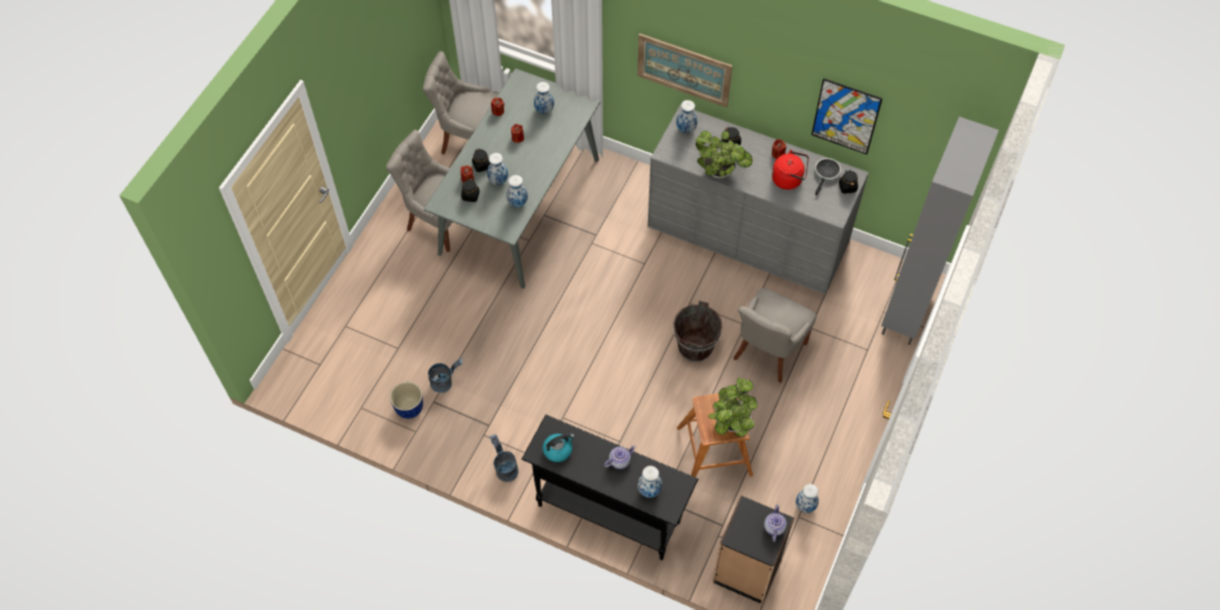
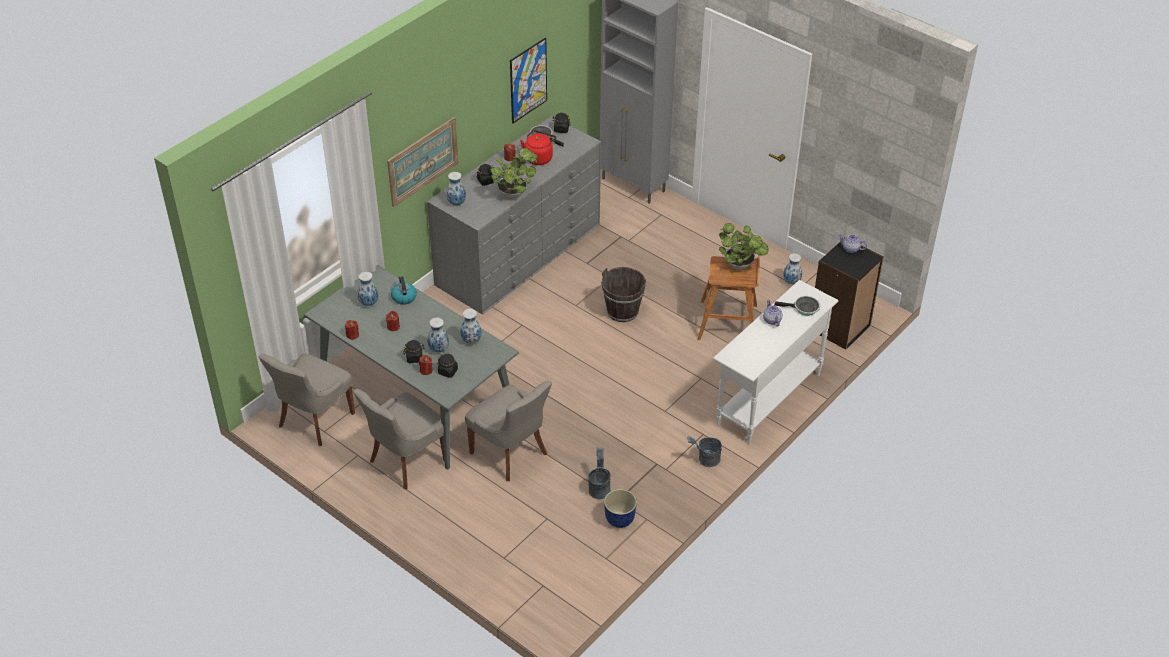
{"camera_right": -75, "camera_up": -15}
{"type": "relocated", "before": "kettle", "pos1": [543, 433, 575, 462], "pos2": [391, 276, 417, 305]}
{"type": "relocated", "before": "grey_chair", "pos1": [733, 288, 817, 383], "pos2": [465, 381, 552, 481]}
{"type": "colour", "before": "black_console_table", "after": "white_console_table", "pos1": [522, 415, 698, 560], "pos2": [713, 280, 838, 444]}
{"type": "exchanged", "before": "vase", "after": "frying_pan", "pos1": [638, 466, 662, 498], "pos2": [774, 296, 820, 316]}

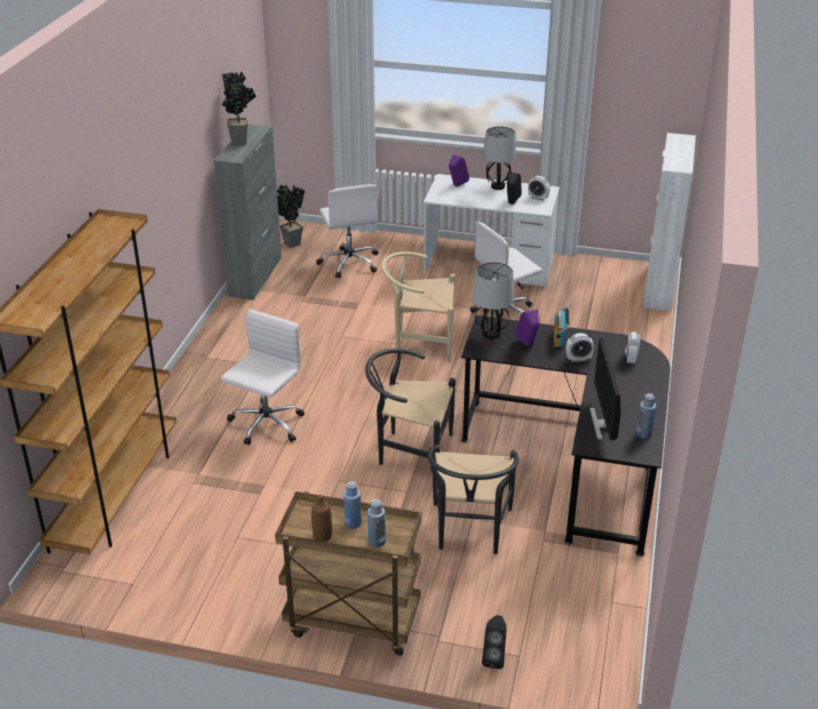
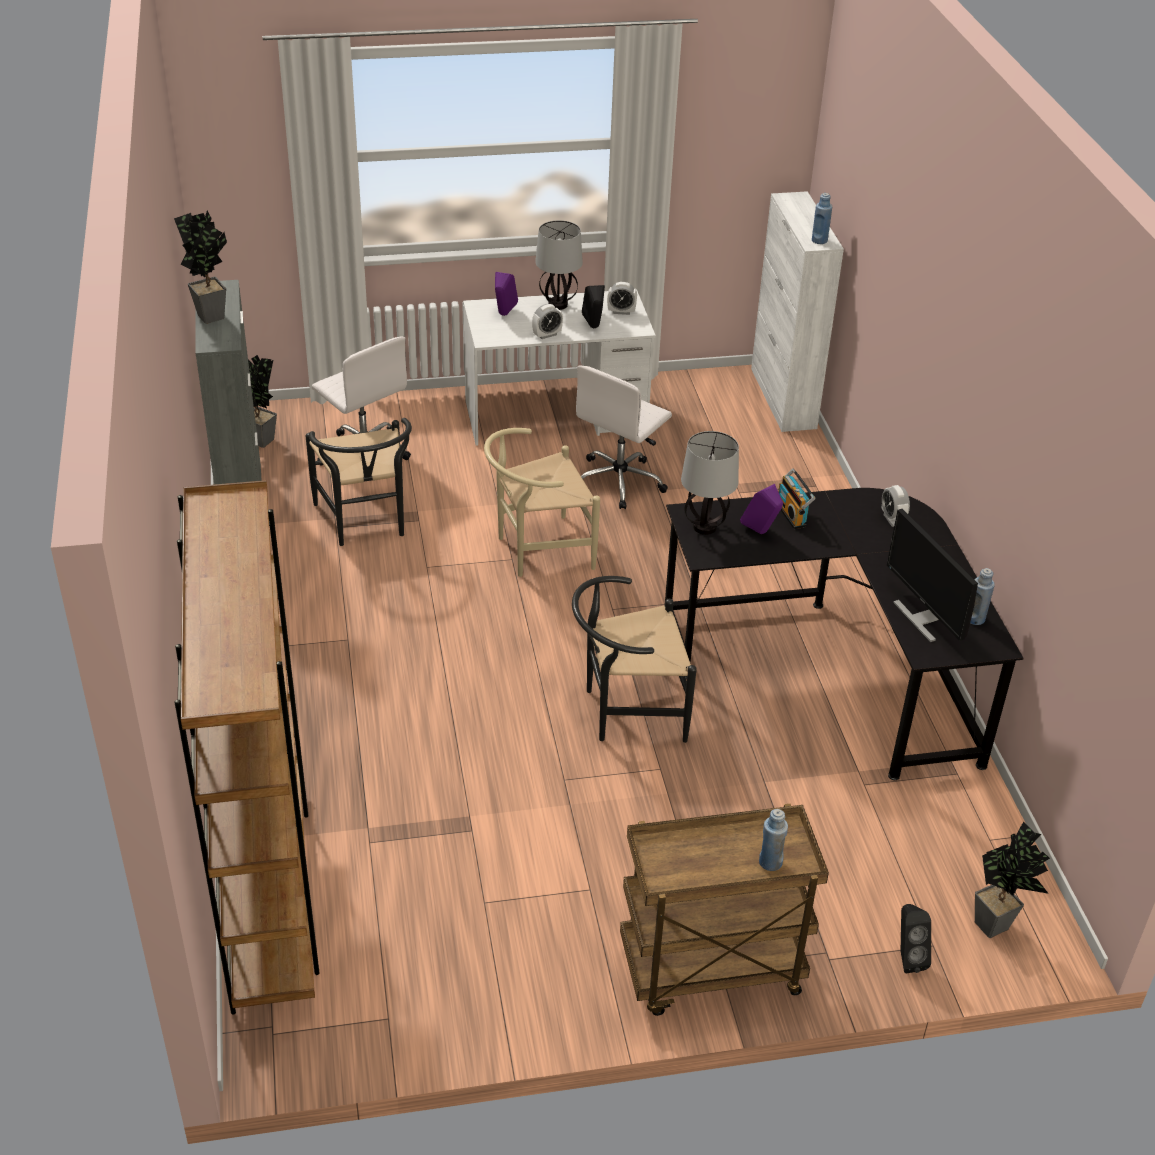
{"camera_right": -25, "camera_up": 5}
{"type": "relocated", "before": "black_chair", "pos1": [427, 445, 519, 554], "pos2": [305, 418, 412, 546]}
{"type": "relocated", "before": "alarm_clock", "pos1": [566, 333, 594, 362], "pos2": [532, 304, 563, 339]}
{"type": "relocated", "before": "blue_bottle", "pos1": [343, 481, 362, 529], "pos2": [812, 193, 832, 244]}
{"type": "appeared", "after": "potted_plant", "pos2": [975, 821, 1050, 938]}
{"type": "missing", "before": "white_office_chair", "pos1": [221, 309, 305, 445]}
{"type": "missing", "before": "brown_bottle", "pos1": [311, 495, 332, 542]}

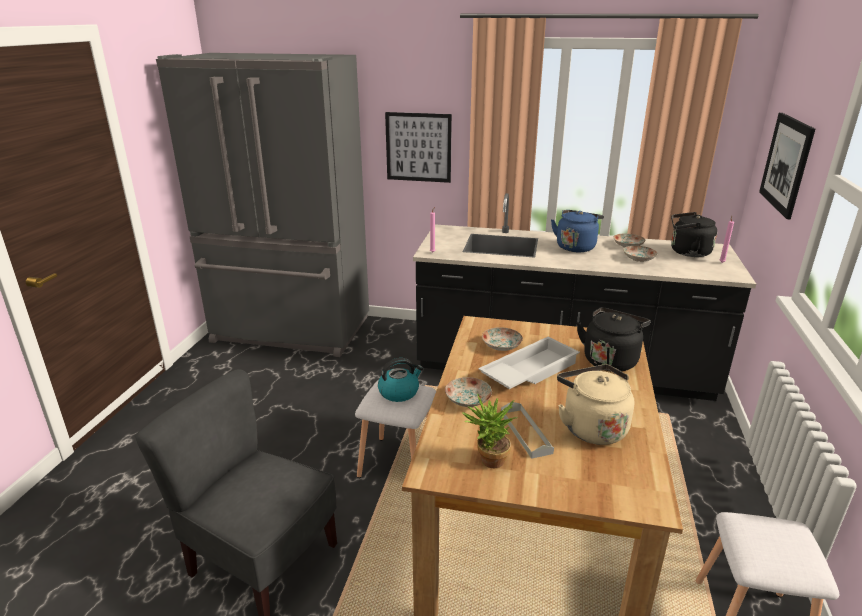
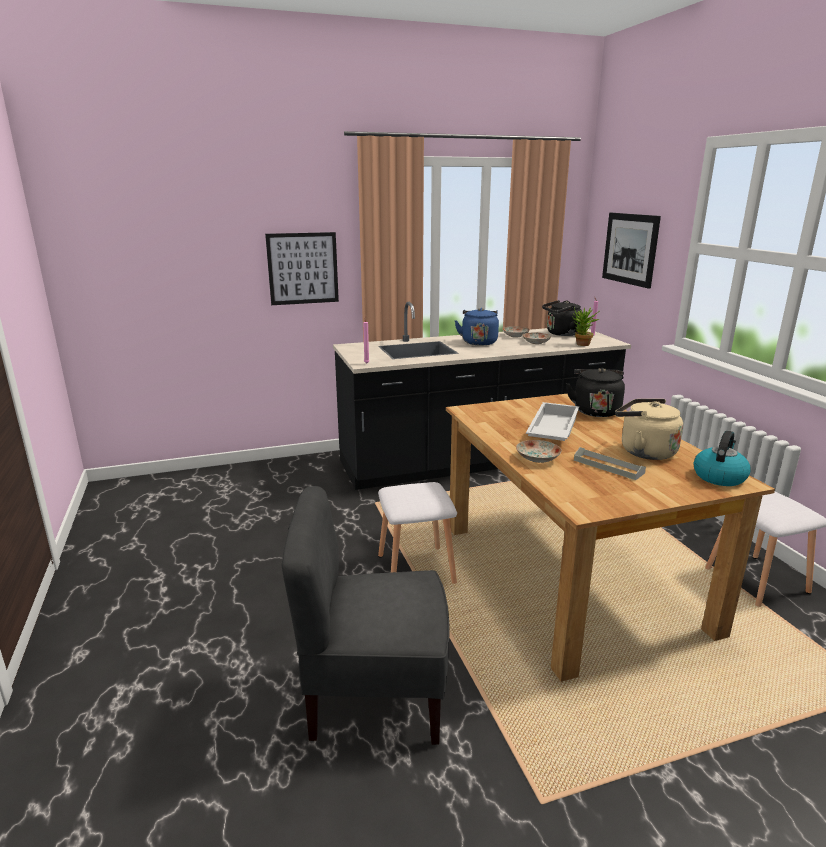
{"camera_right": -30, "camera_up": -5}
{"type": "relocated", "before": "potted_plant", "pos1": [462, 393, 517, 468], "pos2": [572, 307, 600, 346]}
{"type": "relocated", "before": "kettle", "pos1": [378, 358, 423, 402], "pos2": [694, 431, 751, 486]}
{"type": "missing", "before": "grey_fridge", "pos1": [156, 53, 369, 357]}
{"type": "missing", "before": "plate", "pos1": [482, 327, 523, 351]}

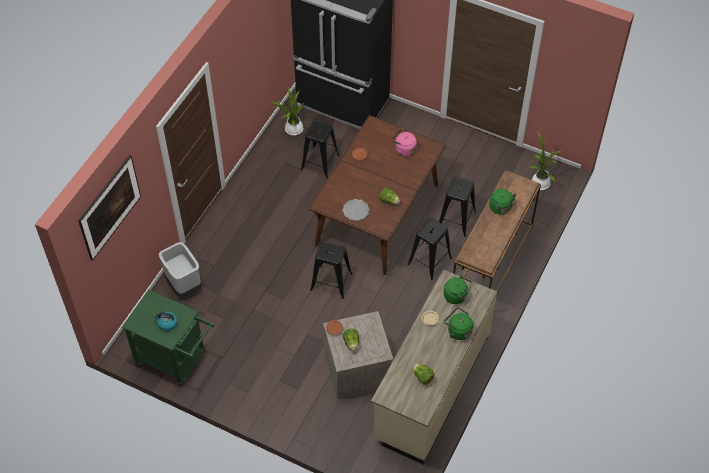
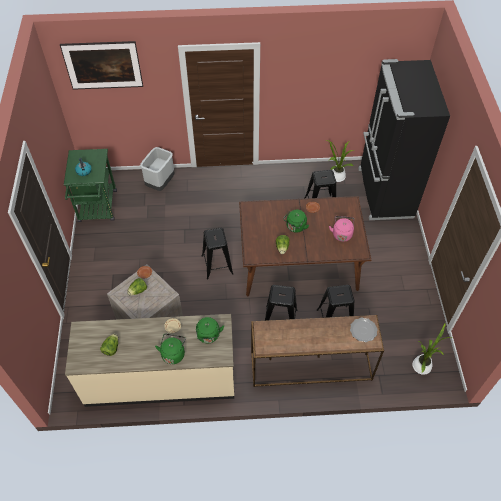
{"camera_right": 60, "camera_up": 0}
{"type": "relocated", "before": "green_kettle", "pos1": [489, 189, 516, 215], "pos2": [283, 210, 309, 233]}
{"type": "relocated", "before": "plate", "pos1": [342, 199, 370, 221], "pos2": [350, 318, 378, 342]}

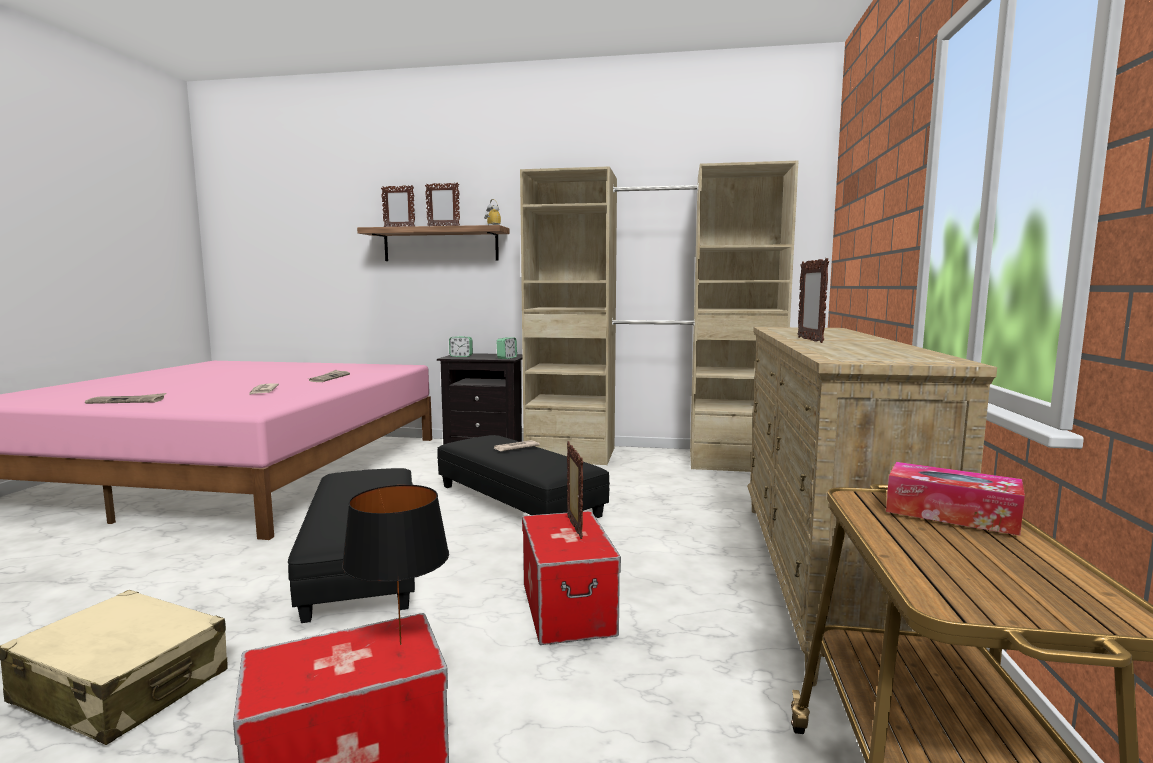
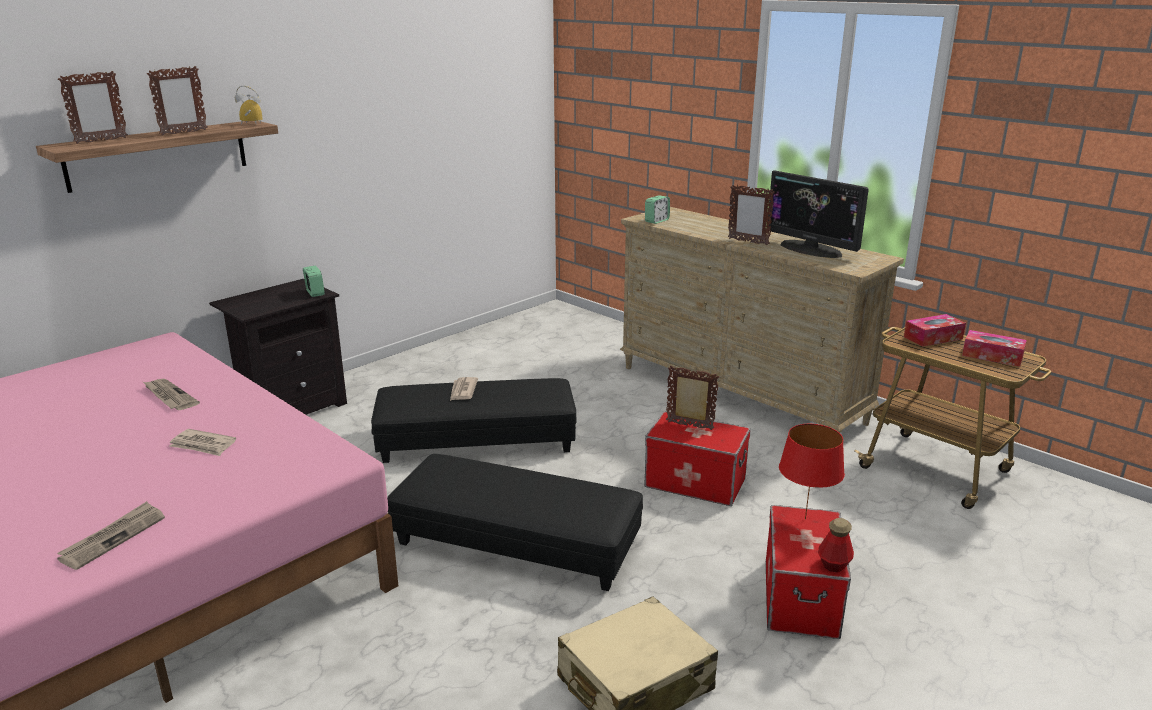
{"camera_right": -55, "camera_up": 15}
{"type": "relocated", "before": "alarm_clock", "pos1": [449, 336, 473, 357], "pos2": [645, 195, 670, 224]}
{"type": "appeared", "after": "monitor", "pos2": [767, 170, 869, 258]}
{"type": "colour", "before": "black_table_lamp", "after": "red_table_lamp", "pos1": [342, 485, 449, 645], "pos2": [779, 424, 845, 519]}
{"type": "appeared", "after": "bottle", "pos2": [818, 518, 854, 572]}
{"type": "appeared", "after": "tissue_box", "pos2": [962, 330, 1027, 367]}
{"type": "missing", "before": "beige_wardrobe", "pos1": [520, 161, 798, 472]}

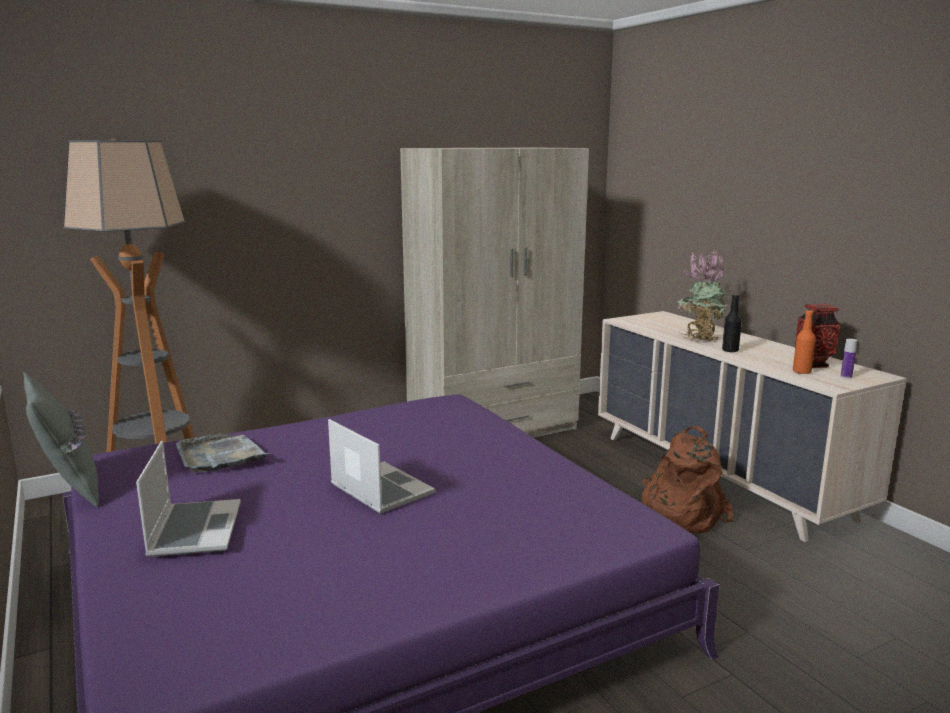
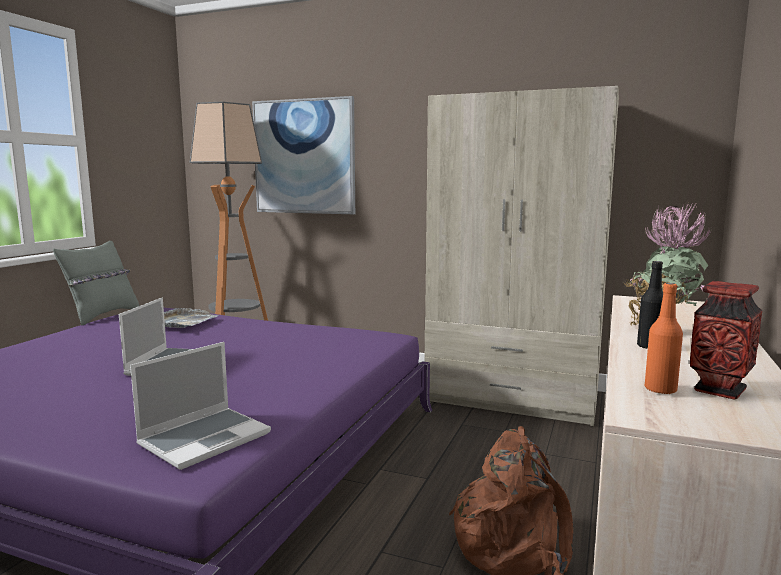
{"camera_right": 50, "camera_up": -5}
{"type": "relocated", "before": "laptop", "pos1": [136, 441, 241, 557], "pos2": [130, 342, 271, 470]}
{"type": "appeared", "after": "picture", "pos2": [252, 96, 355, 214]}
{"type": "missing", "before": "bottle", "pos1": [841, 339, 857, 378]}

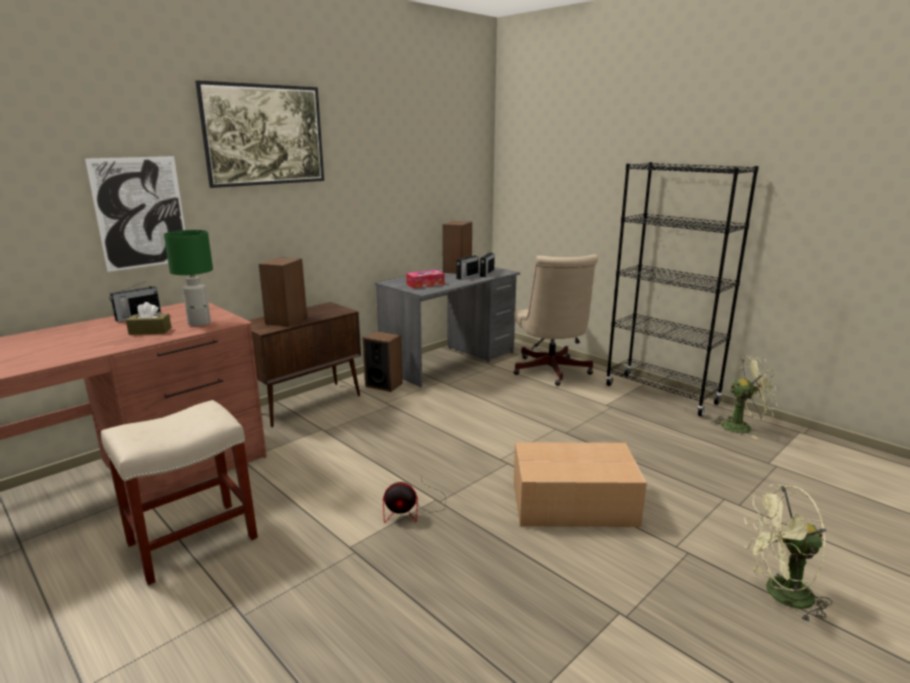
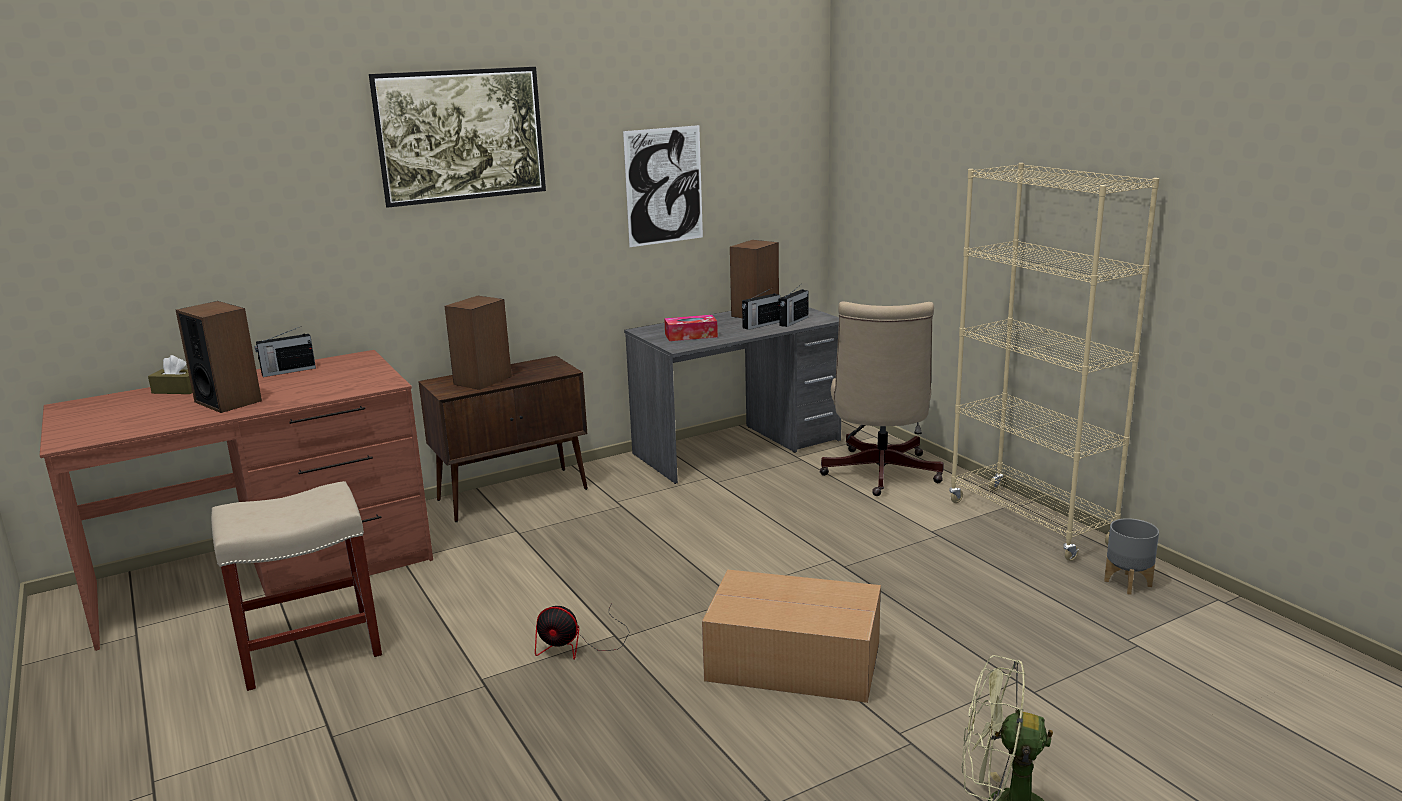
{"camera_right": 15, "camera_up": 0}
{"type": "relocated", "before": "brown_tissue_box", "pos1": [126, 302, 172, 335], "pos2": [148, 355, 193, 394]}
{"type": "relocated", "before": "speaker", "pos1": [363, 331, 403, 392], "pos2": [176, 301, 262, 413]}
{"type": "relocated", "before": "picture", "pos1": [85, 156, 185, 272], "pos2": [623, 125, 703, 247]}
{"type": "colour", "before": "black_bookcase", "after": "beige_bookcase", "pos1": [606, 162, 759, 416], "pos2": [949, 163, 1160, 561]}
{"type": "exchanged", "before": "green_fan", "after": "grey_planter", "pos1": [711, 356, 778, 439], "pos2": [1104, 518, 1159, 595]}
{"type": "missing", "before": "green_table_lamp", "pos1": [164, 230, 213, 326]}

